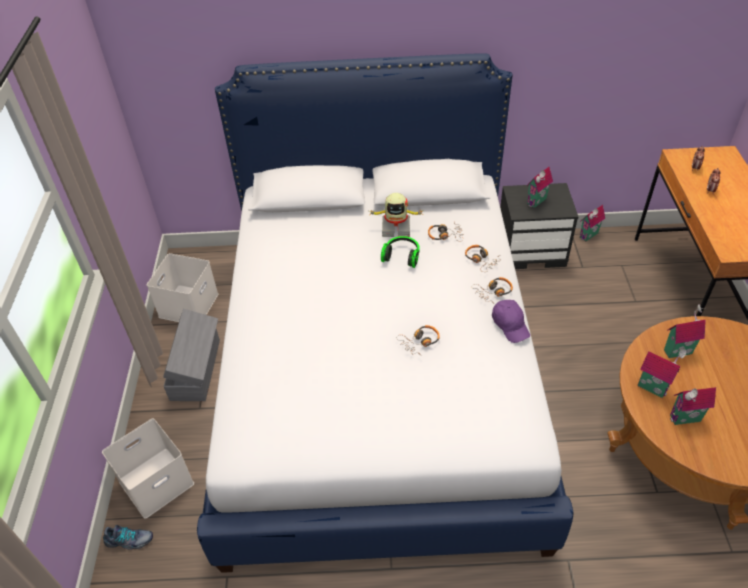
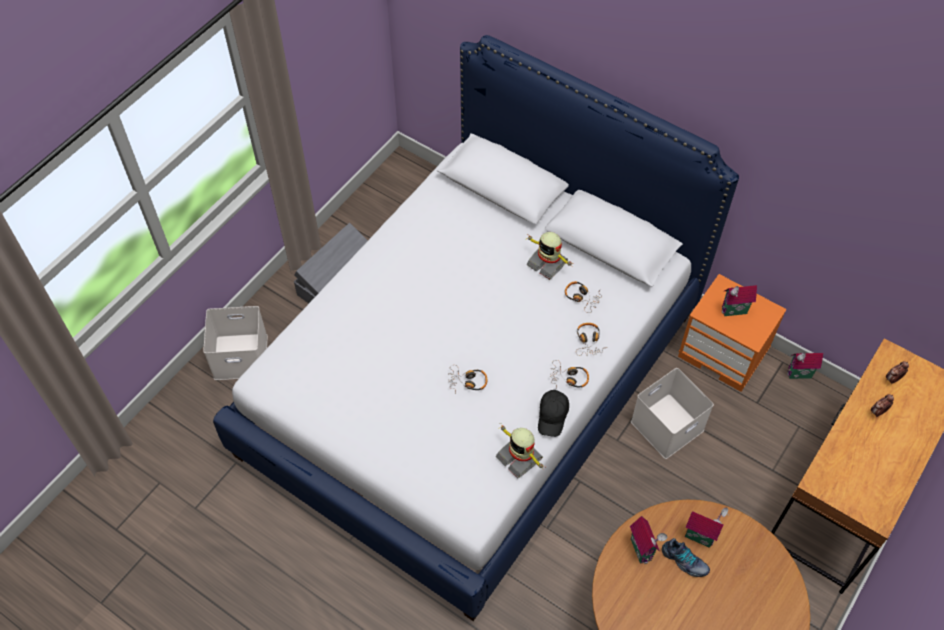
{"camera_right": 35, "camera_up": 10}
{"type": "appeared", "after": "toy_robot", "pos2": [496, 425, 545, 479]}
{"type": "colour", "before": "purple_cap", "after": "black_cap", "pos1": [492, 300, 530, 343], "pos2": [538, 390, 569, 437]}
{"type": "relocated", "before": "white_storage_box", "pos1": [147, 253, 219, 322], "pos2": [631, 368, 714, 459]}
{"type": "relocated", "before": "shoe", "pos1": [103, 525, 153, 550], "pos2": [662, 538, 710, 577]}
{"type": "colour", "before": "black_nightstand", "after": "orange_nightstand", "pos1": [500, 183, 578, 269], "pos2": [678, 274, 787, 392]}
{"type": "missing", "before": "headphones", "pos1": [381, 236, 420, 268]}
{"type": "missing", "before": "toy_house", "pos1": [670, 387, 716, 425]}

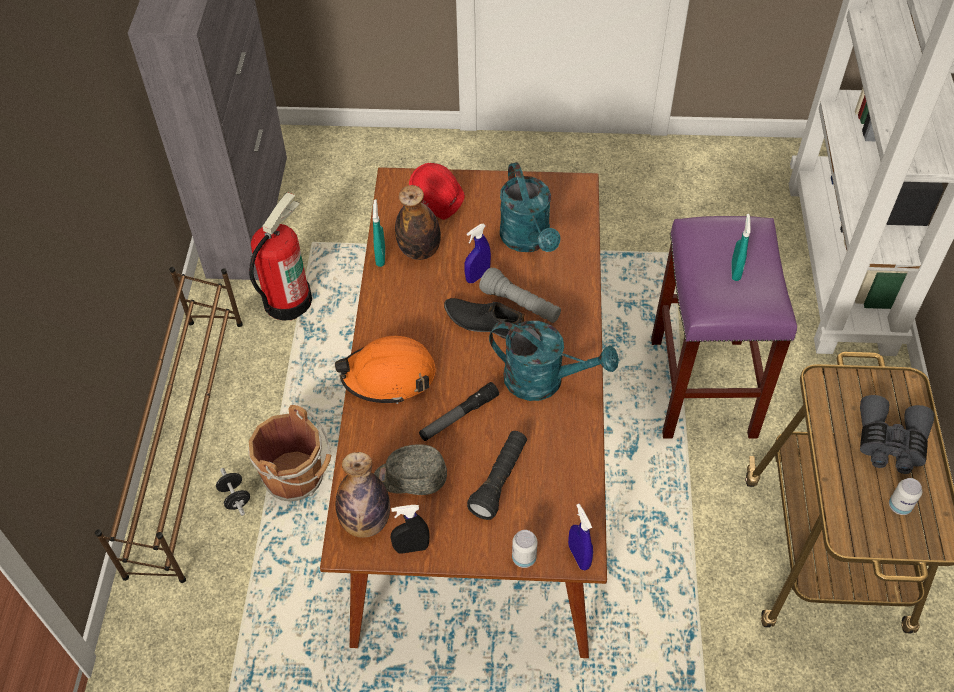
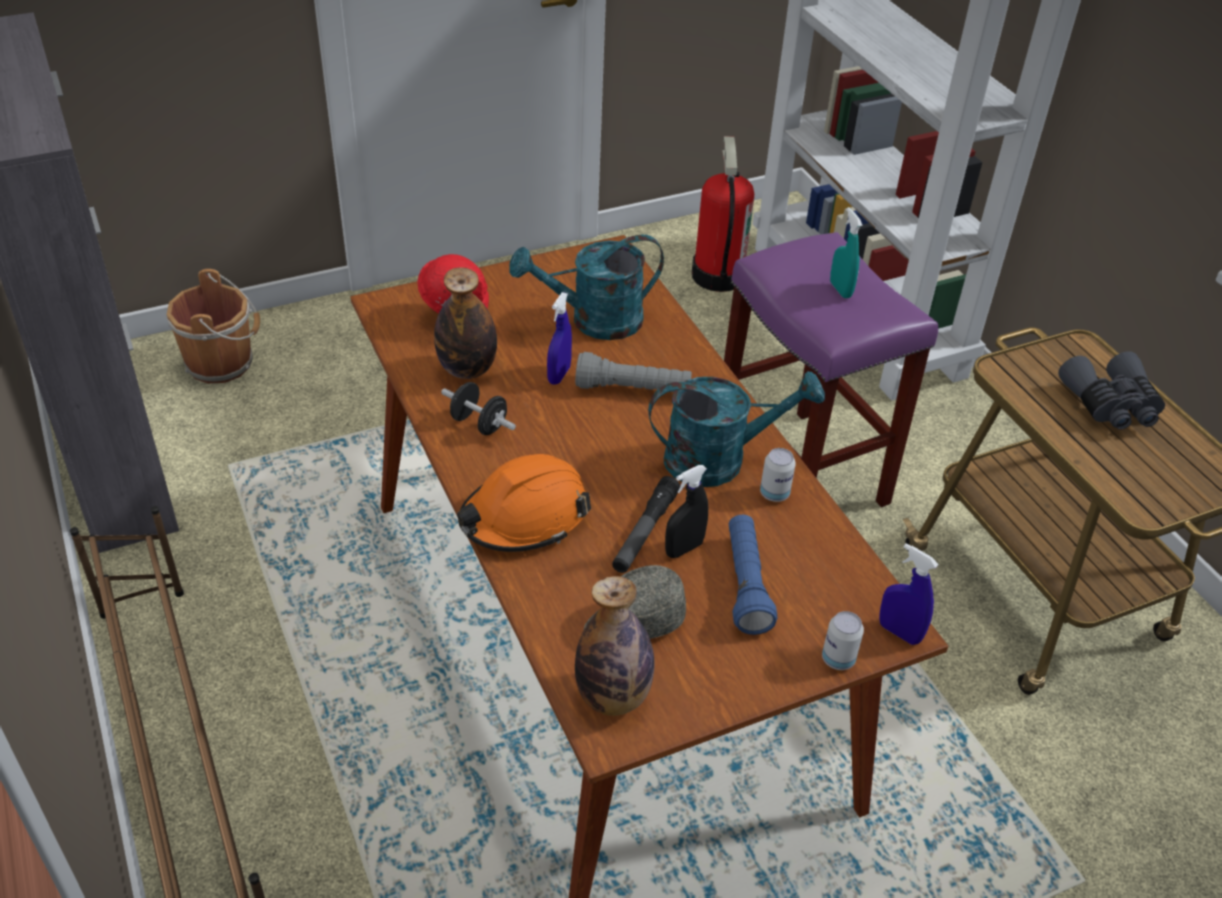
{"camera_right": -30, "camera_up": -10}
{"type": "relocated", "before": "brown_bucket", "pos1": [248, 405, 331, 501], "pos2": [167, 269, 260, 384]}
{"type": "relocated", "before": "black_dumbbell", "pos1": [216, 468, 250, 516], "pos2": [441, 382, 516, 435]}
{"type": "spun", "before": "turquoise_watering_can", "pos1": [500, 162, 561, 252], "pos2": [509, 235, 664, 340], "turn": 120}
{"type": "relocated", "before": "black_spray_bottle", "pos1": [391, 505, 430, 554], "pos2": [665, 465, 708, 558]}
{"type": "relocated", "before": "fire_extinguisher", "pos1": [249, 192, 312, 321], "pos2": [692, 136, 754, 292]}
{"type": "colour", "before": "black_flashlight", "after": "blue_flashlight", "pos1": [467, 431, 527, 520], "pos2": [729, 515, 777, 635]}
{"type": "relocated", "before": "can", "pos1": [889, 478, 922, 515], "pos2": [760, 448, 796, 502]}
{"type": "missing", "before": "turquoise_spray_bottle", "pos1": [373, 199, 385, 267]}
{"type": "missing", "before": "black_shoe", "pos1": [444, 298, 524, 339]}

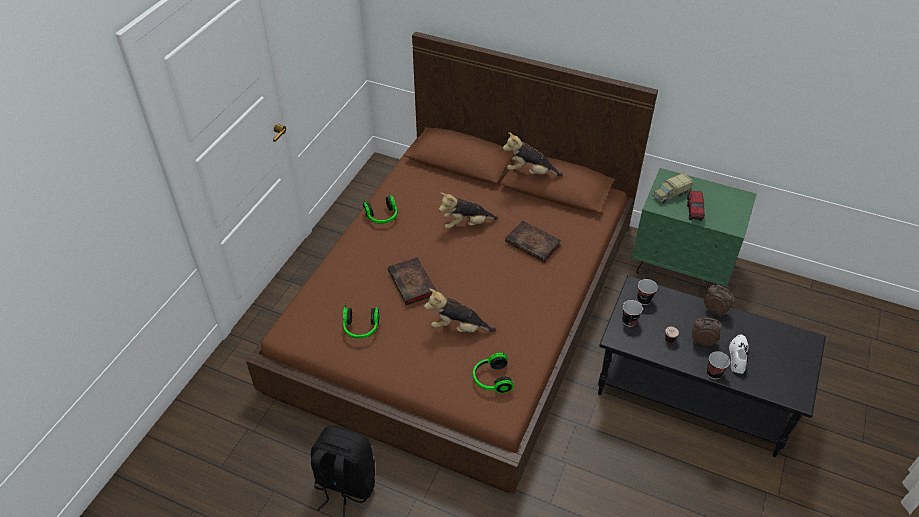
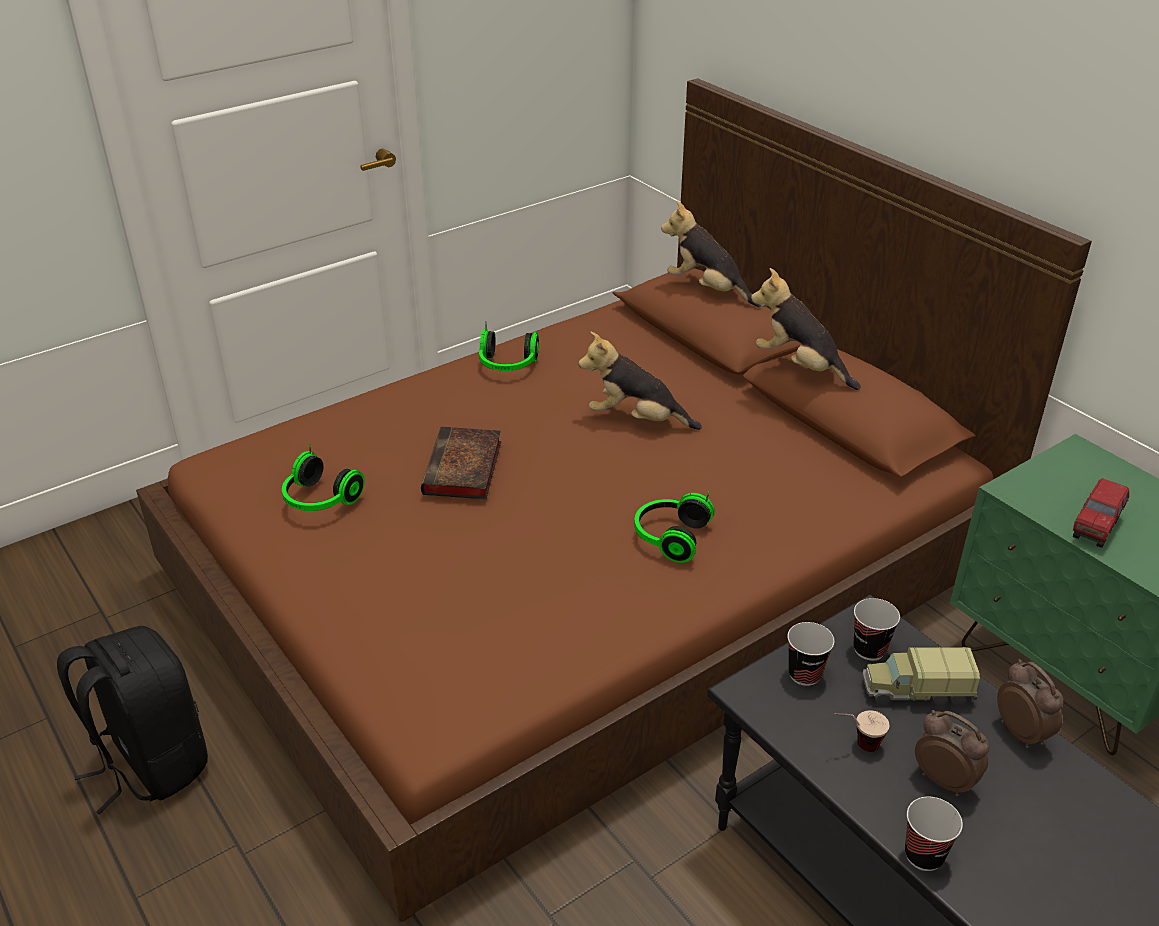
{"camera_right": 30, "camera_up": -10}
{"type": "relocated", "before": "headphones", "pos1": [473, 351, 514, 393], "pos2": [634, 492, 715, 563]}
{"type": "relocated", "before": "plush_toy", "pos1": [424, 289, 496, 332], "pos2": [661, 200, 761, 307]}
{"type": "relocated", "before": "toy_truck", "pos1": [652, 173, 693, 204], "pos2": [862, 647, 980, 705]}
{"type": "missing", "before": "book", "pos1": [505, 221, 561, 262]}
{"type": "missing", "before": "white_shoe", "pos1": [729, 335, 748, 374]}

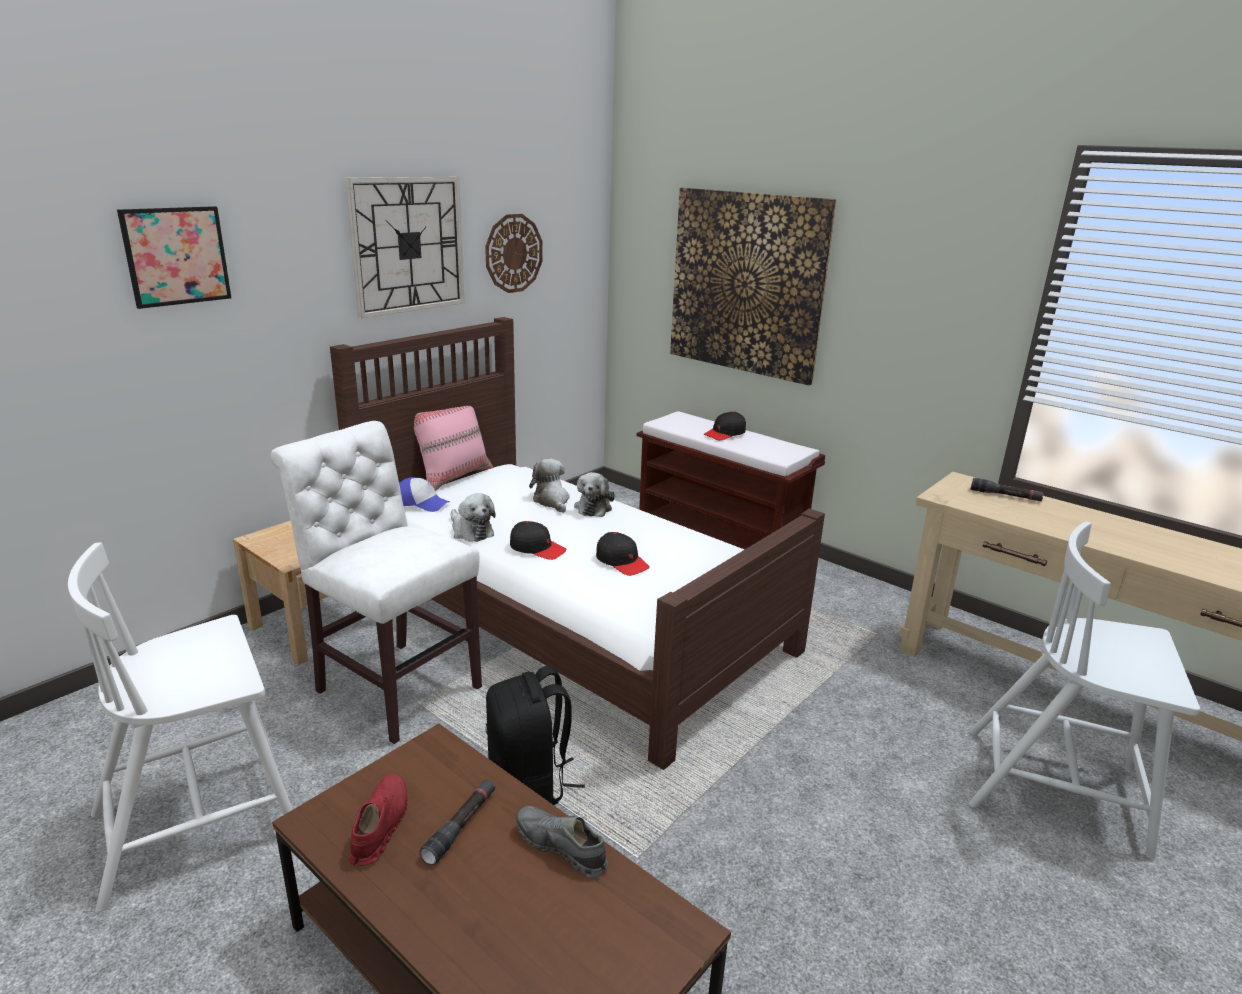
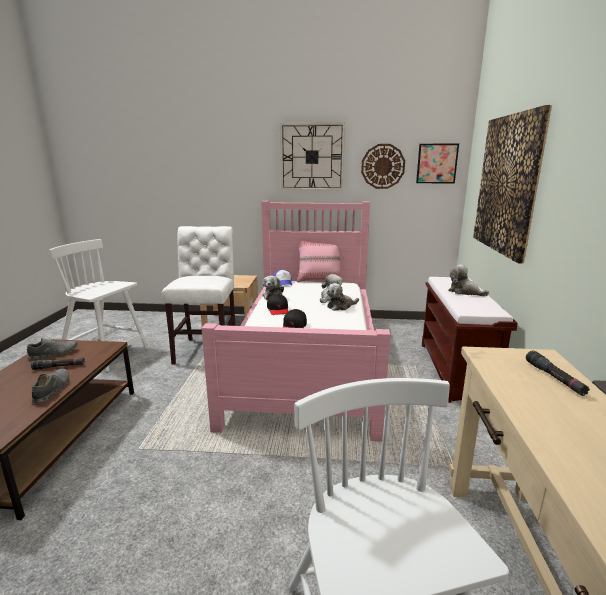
{"camera_right": 55, "camera_up": -5}
{"type": "colour", "before": "red_shoe", "after": "grey_shoe", "pos1": [349, 774, 408, 866], "pos2": [27, 338, 77, 360]}
{"type": "colour", "before": "brown_bed", "after": "pink_bed", "pos1": [330, 317, 825, 770], "pos2": [202, 201, 390, 442]}
{"type": "relocated", "before": "picture", "pos1": [117, 206, 231, 309], "pos2": [416, 144, 459, 183]}
{"type": "exchanged", "before": "black_cap", "after": "plush_toy", "pos1": [703, 411, 746, 441], "pos2": [448, 265, 489, 296]}
{"type": "missing", "before": "black_backpack", "pos1": [486, 666, 585, 805]}

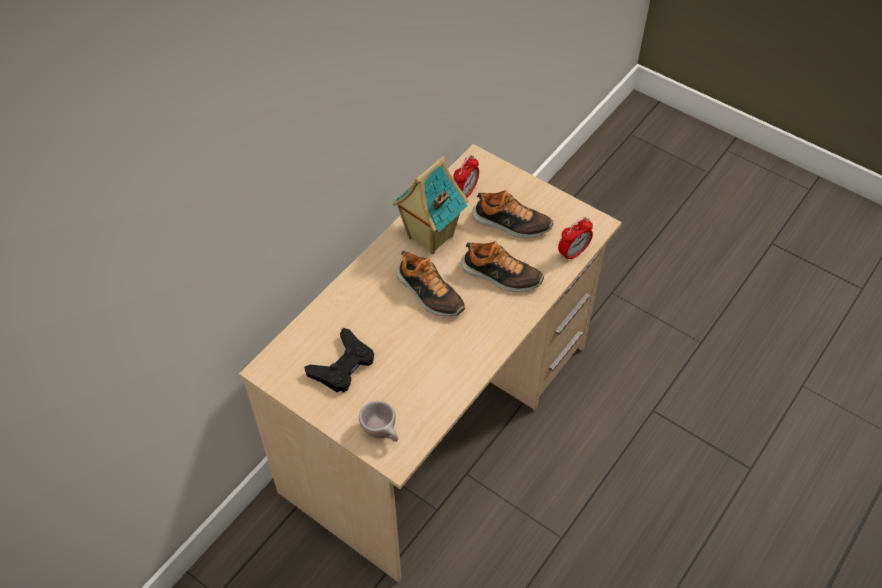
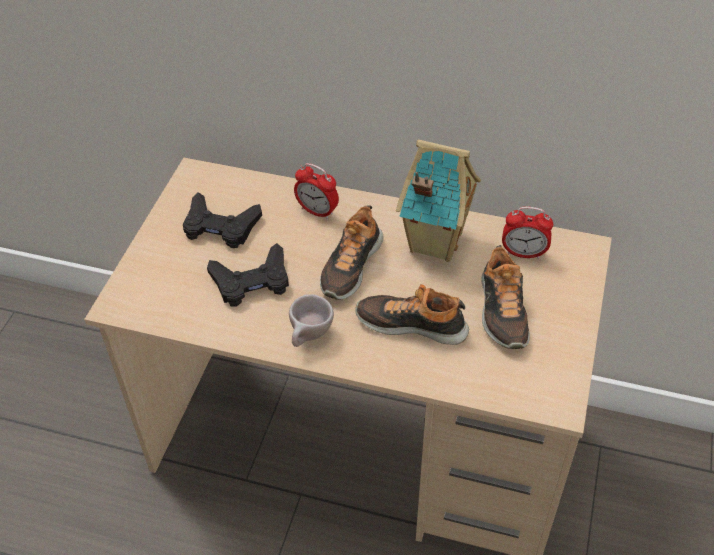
{"camera_right": 70, "camera_up": -5}
{"type": "appeared", "after": "black_game_controller", "pos2": [207, 243, 289, 307]}
{"type": "relocated", "before": "beige_cup", "pos1": [359, 401, 398, 442], "pos2": [289, 294, 334, 347]}
{"type": "relocated", "before": "alarm_clock", "pos1": [558, 217, 593, 262], "pos2": [294, 163, 339, 220]}
{"type": "spun", "before": "shoe", "pos1": [461, 241, 544, 292], "pos2": [355, 284, 469, 345], "turn": 105}

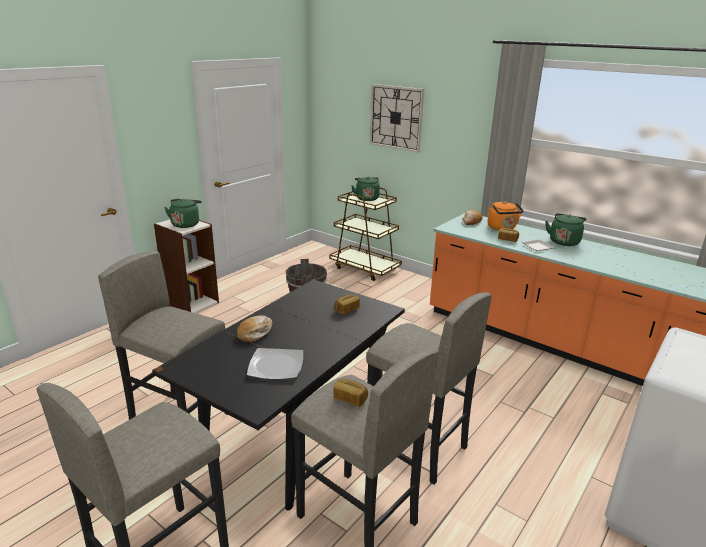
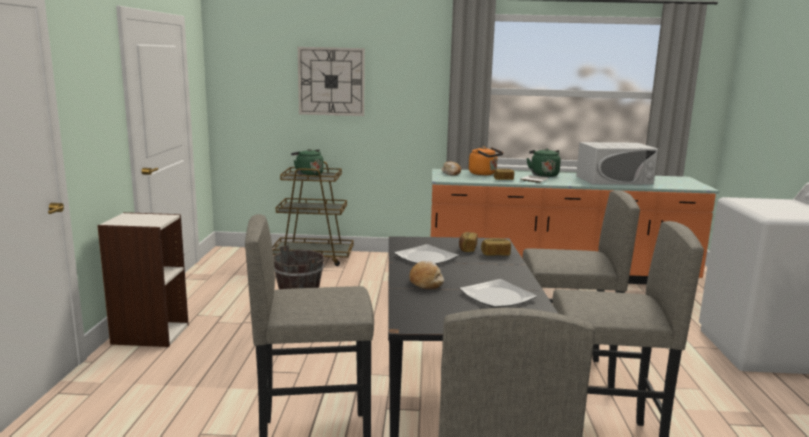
{"camera_right": -35, "camera_up": -10}
{"type": "appeared", "after": "plate", "pos2": [394, 244, 459, 264]}
{"type": "relocated", "before": "bread", "pos1": [333, 379, 368, 407], "pos2": [481, 238, 511, 256]}
{"type": "appeared", "after": "white_microwave", "pos2": [576, 142, 658, 185]}
{"type": "missing", "before": "green_kettle", "pos1": [164, 199, 202, 228]}

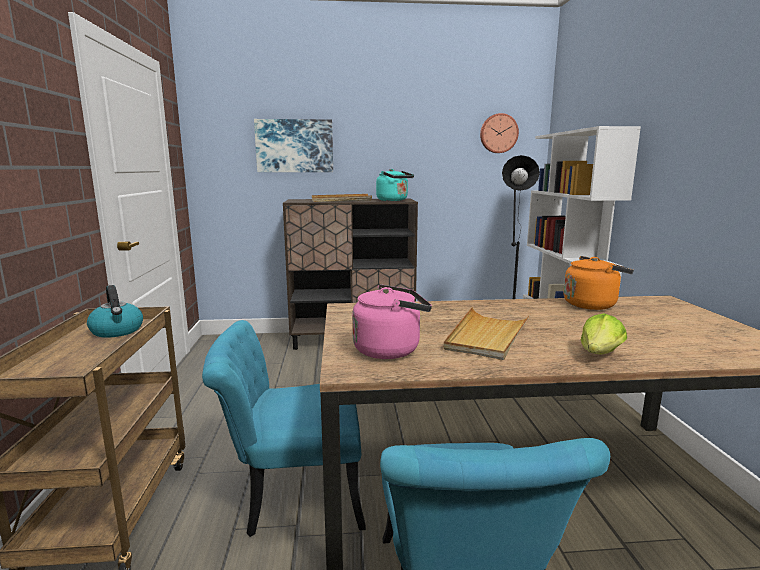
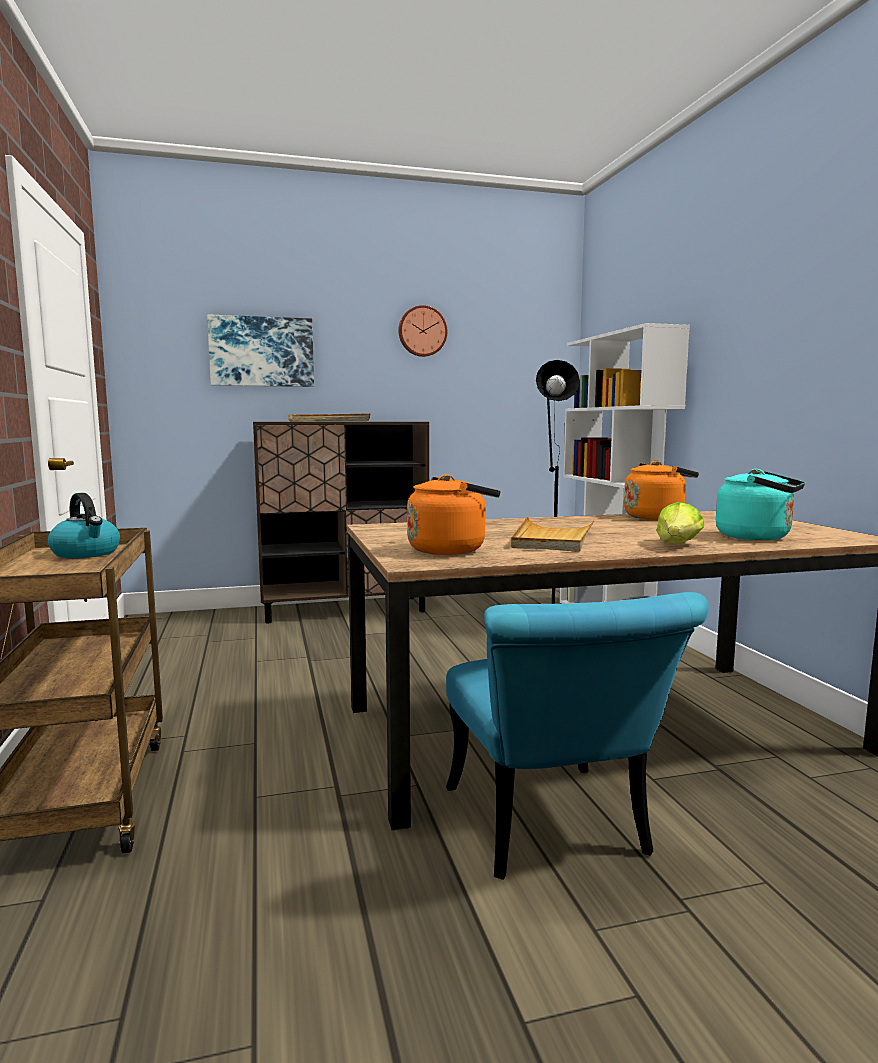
{"camera_right": -10, "camera_up": -5}
{"type": "relocated", "before": "wall_clock", "pos1": [480, 113, 519, 153], "pos2": [398, 305, 447, 357]}
{"type": "colour", "before": "pink_kettle", "after": "orange_kettle", "pos1": [352, 284, 432, 359], "pos2": [407, 474, 500, 555]}
{"type": "relocated", "before": "turquoise_kettle", "pos1": [376, 169, 414, 201], "pos2": [716, 469, 805, 540]}
{"type": "missing", "before": "turquoise_chair", "pos1": [202, 320, 366, 537]}

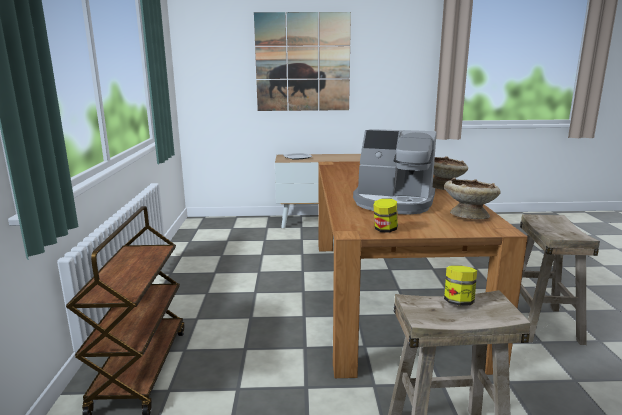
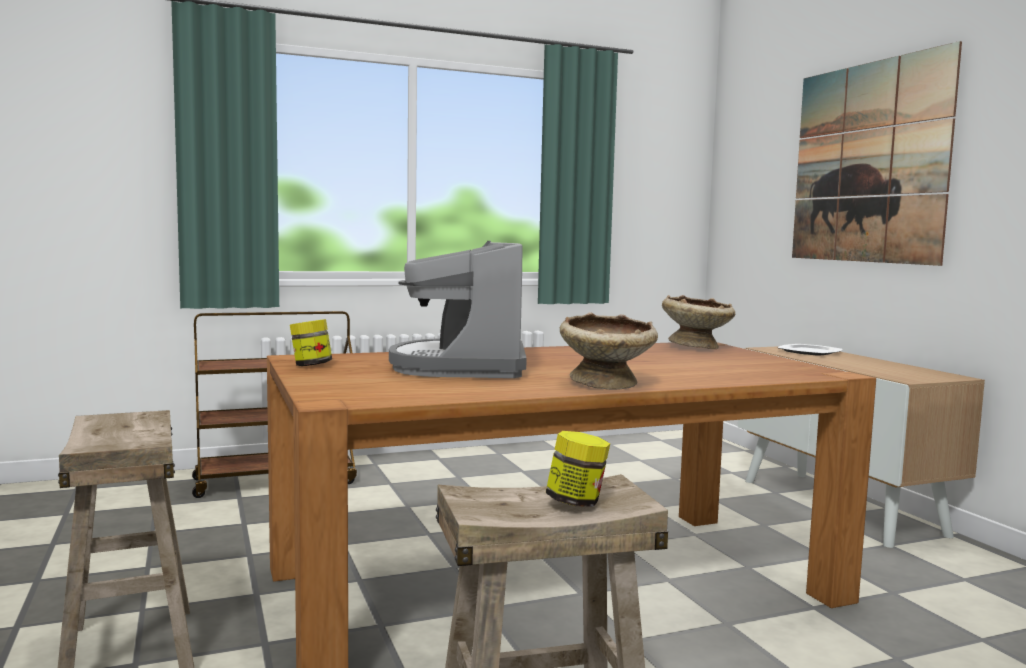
{"camera_right": 70, "camera_up": -10}
{"type": "relocated", "before": "jar", "pos1": [444, 265, 477, 305], "pos2": [545, 431, 610, 507]}
{"type": "relocated", "before": "beige_bowl", "pos1": [444, 177, 501, 219], "pos2": [662, 295, 735, 349]}

